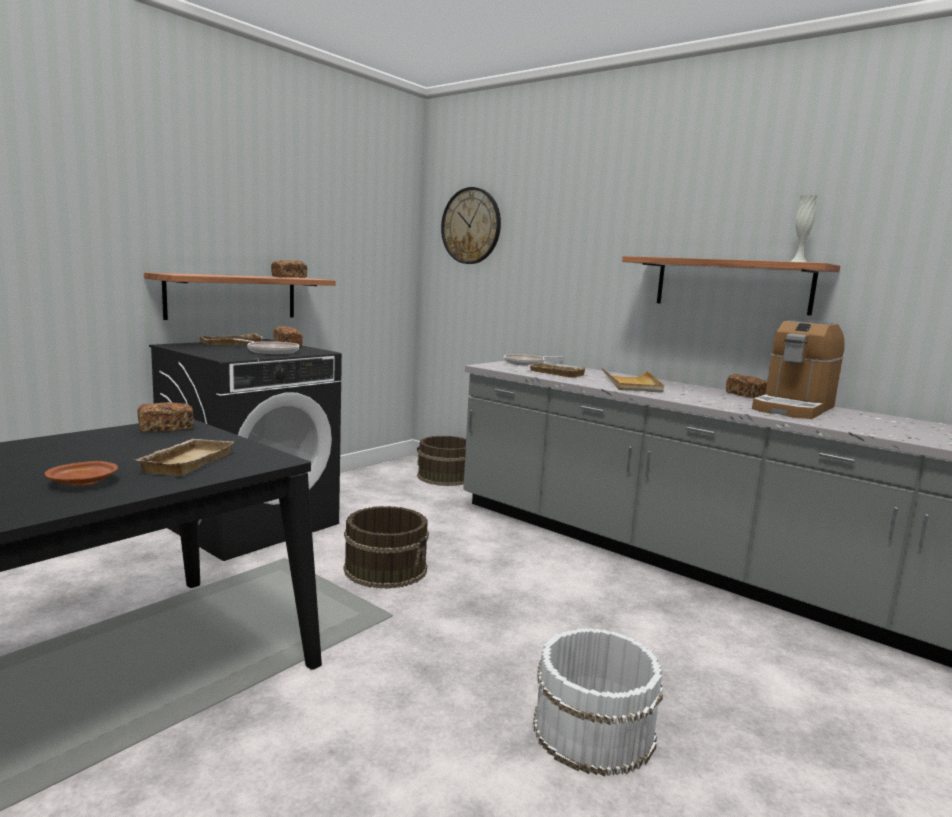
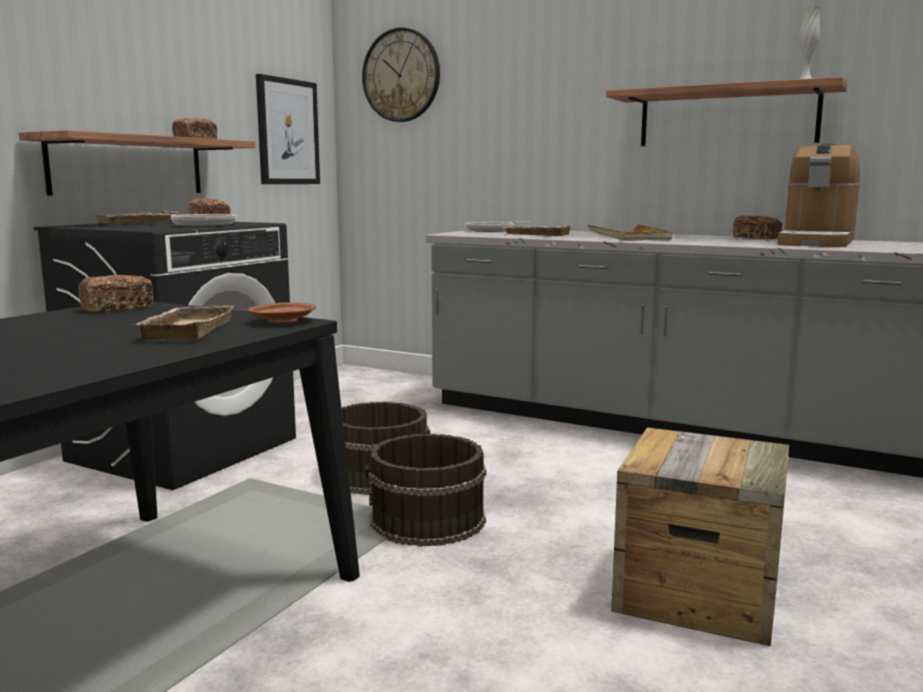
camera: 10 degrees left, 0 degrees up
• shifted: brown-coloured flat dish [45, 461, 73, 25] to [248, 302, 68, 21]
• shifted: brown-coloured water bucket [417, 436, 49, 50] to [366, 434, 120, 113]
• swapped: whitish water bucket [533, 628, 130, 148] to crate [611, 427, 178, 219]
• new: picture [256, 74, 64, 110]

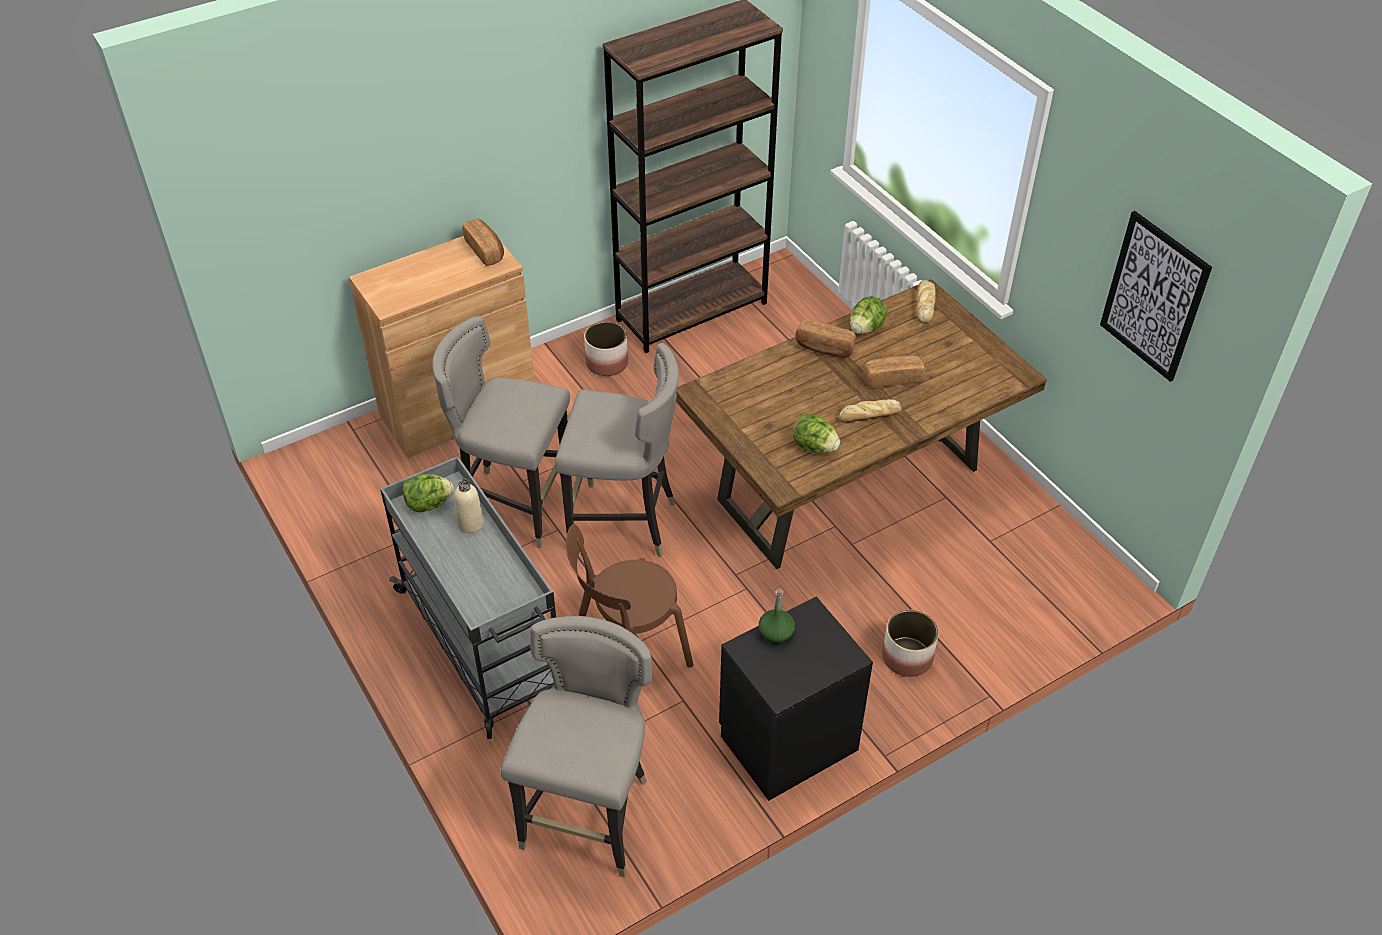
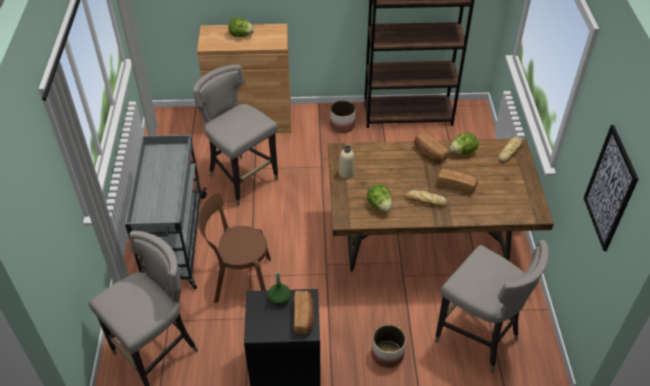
camera: 30 degrees right, 0 degrees up
• shifted: head of lettuce [403, 474, 51, 38] to [228, 18, 26, 19]
• shifted: sand-coloured bottle [454, 479, 30, 54] to [339, 145, 15, 33]
• shifted: baked bread [462, 219, 42, 47] to [294, 291, 20, 43]
• shifted: greyish sitting stool [555, 343, 124, 214] to [434, 240, 115, 133]

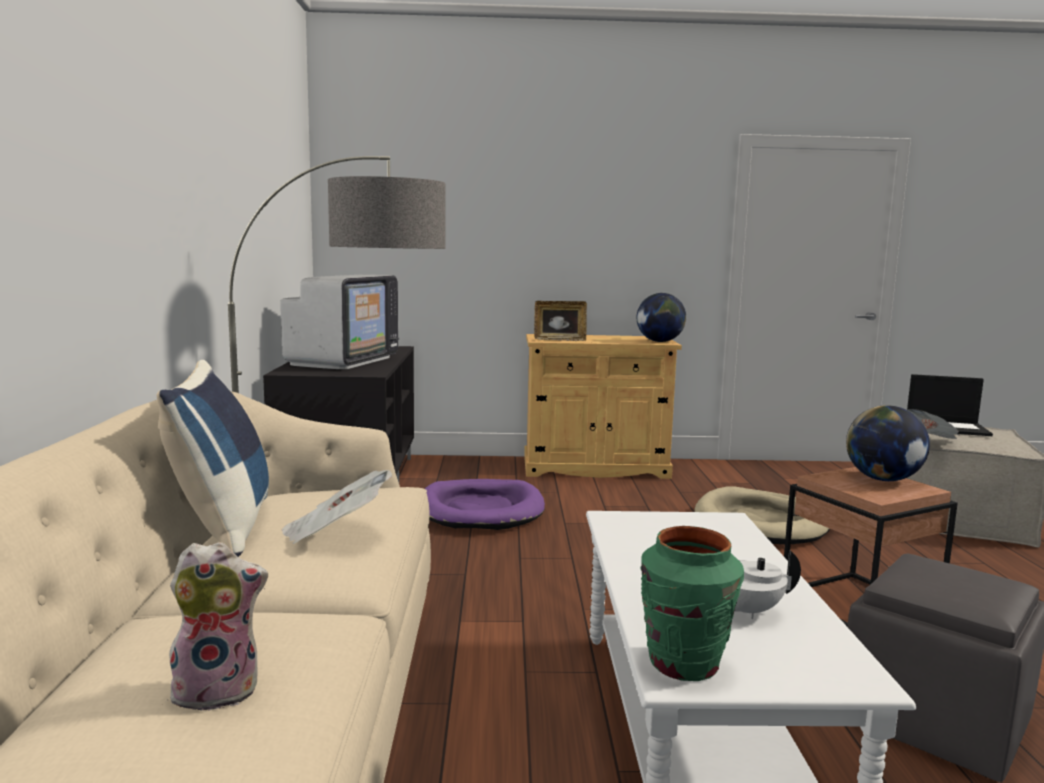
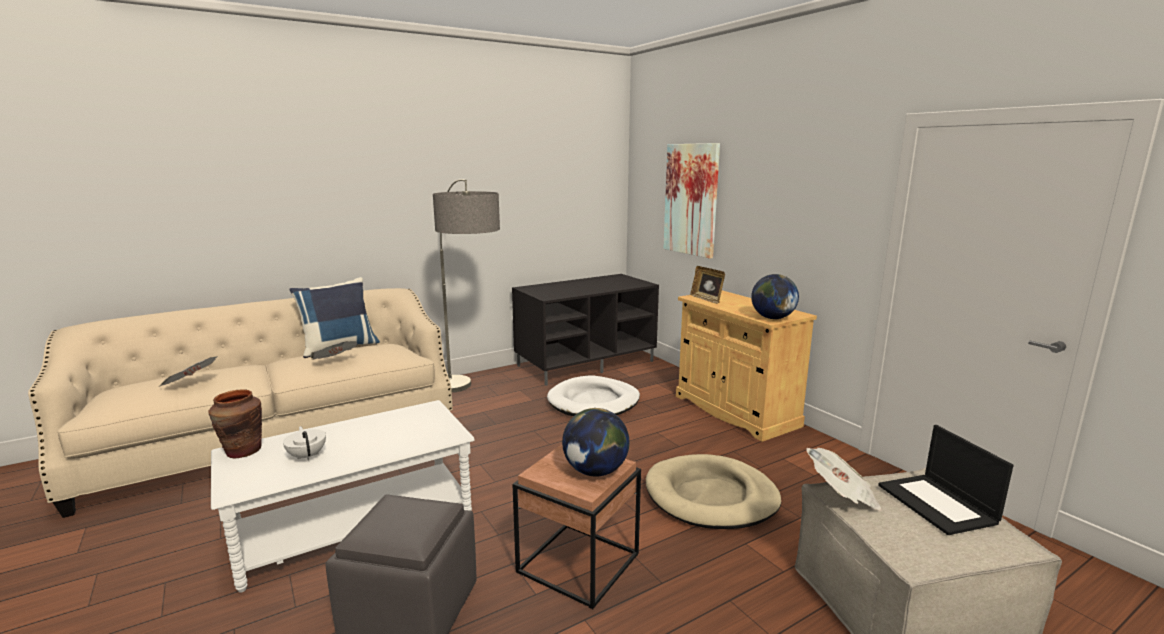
camera: 60 degrees right, 5 degrees up
• swapped: cuddly toy [167, 542, 101, 171] to printed paper [160, 356, 57, 30]
• gone: TV [280, 275, 120, 94]
• repainted: purplish dog cushion [425, 479, 120, 51] to whitish dog cushion [547, 375, 93, 41]
• repainted: green-coloured vase [641, 526, 103, 155] to brown-coloured vase [209, 389, 53, 69]
• new: picture [663, 143, 57, 116]

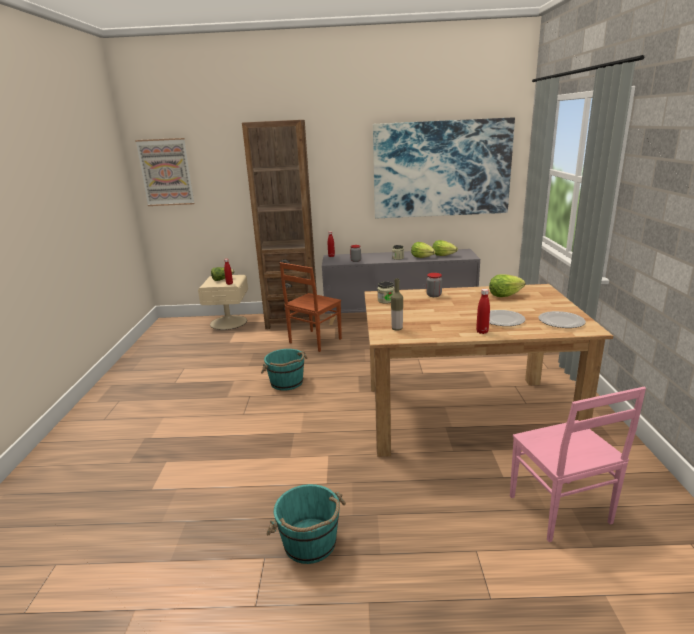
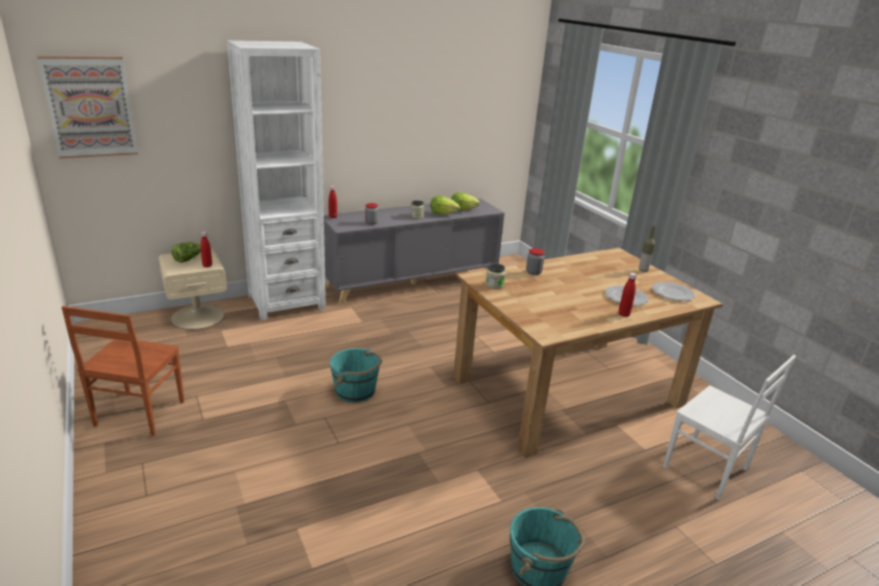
camera: 30 degrees left, 5 degrees up
• repainted: brown-coloured shelving unit [242, 120, 75, 209] to whitish shelving unit [227, 40, 99, 280]
• shifted: brown-coloured upright chair [280, 262, 62, 90] to [61, 306, 123, 130]
• gone: picture [373, 117, 142, 101]
• shifted: bottle [391, 279, 12, 52] to [639, 226, 17, 46]
• gone: head of lettuce [489, 274, 36, 23]
• repainted: pinkish upright chair [510, 387, 136, 155] to whitish upright chair [663, 355, 133, 145]

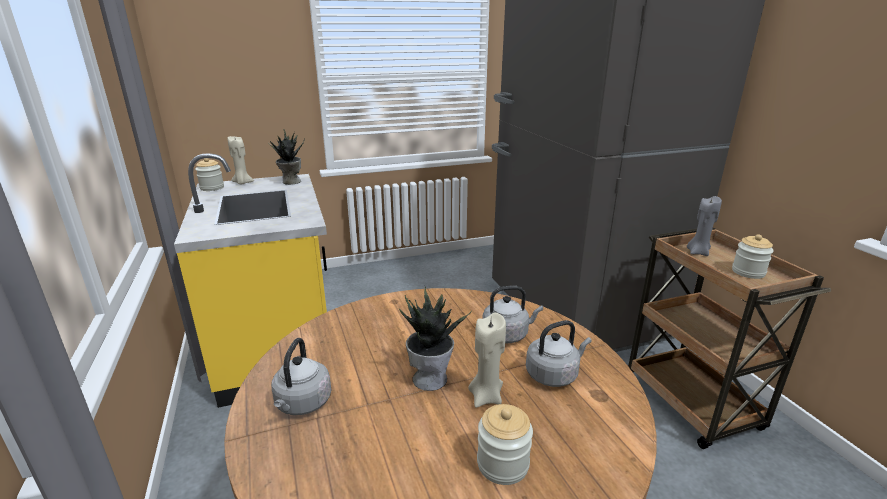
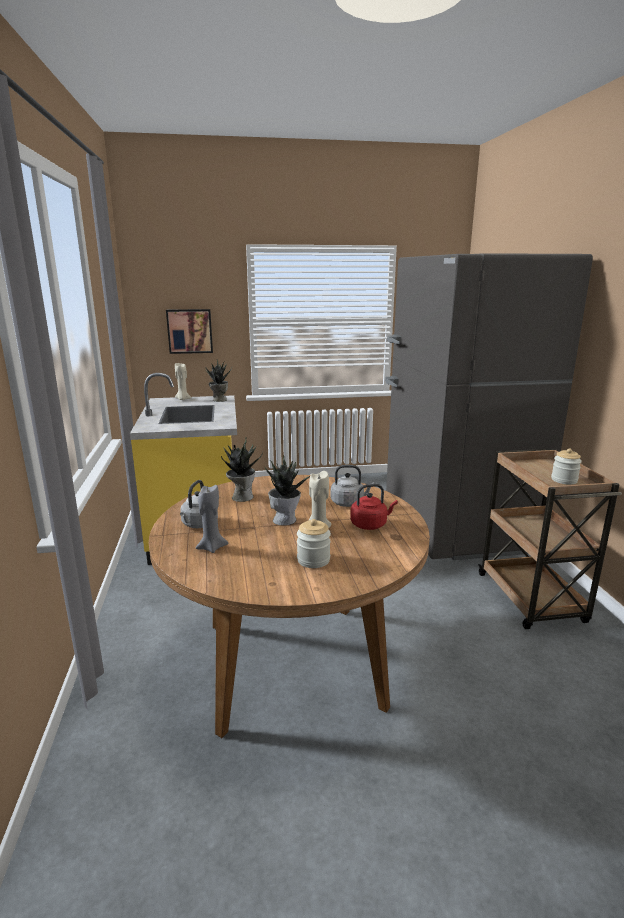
camera: 10 degrees right, 5 degrees down
• gone: jar [195, 158, 29, 33]
• repainted: greyish kettle [526, 320, 66, 67] to red kettle [350, 484, 48, 46]
• shifted: greyish wax light [687, 196, 35, 60] to [196, 485, 32, 68]
• new: picture [166, 309, 47, 45]
• new: plant in a pot [221, 437, 42, 65]

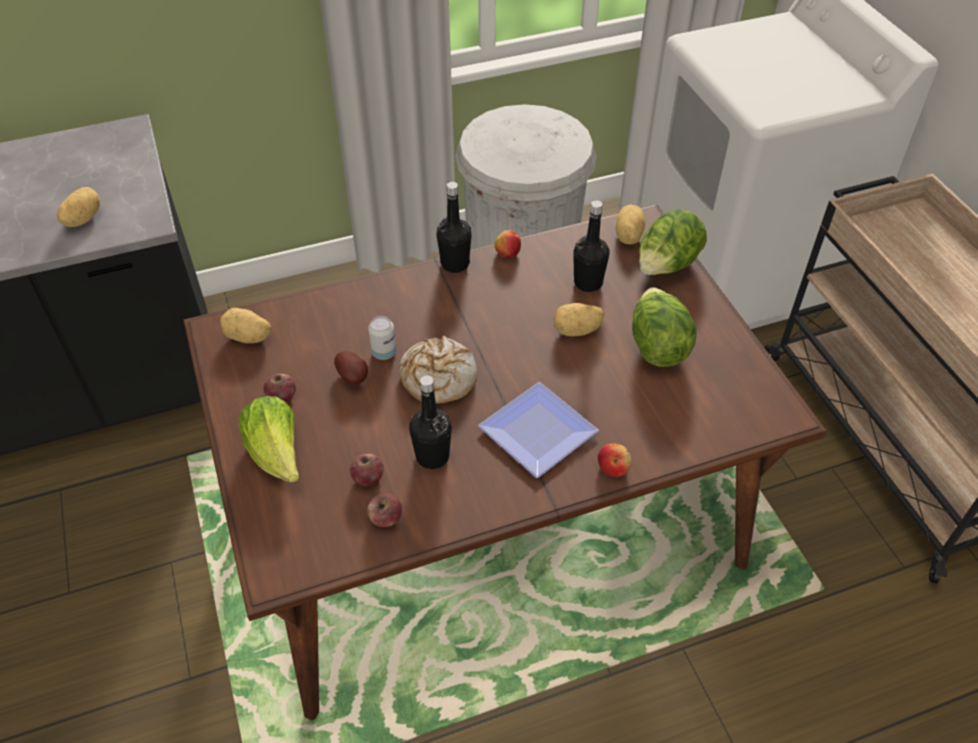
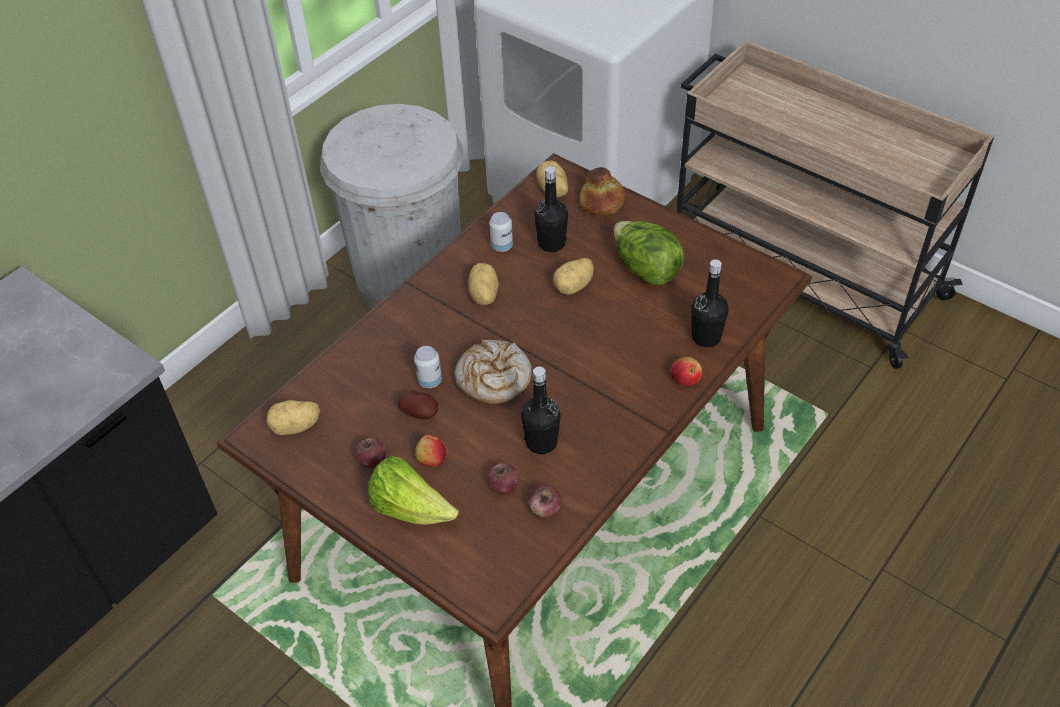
camera: 30 degrees left, 0 degrees up
• shifted: spud [57, 187, 43, 40] to [469, 263, 30, 42]
• shifted: black bottle [436, 182, 36, 91] to [691, 259, 38, 88]
• gone: flat dish [478, 382, 121, 96]
• shifted: apple [494, 230, 27, 28] to [415, 435, 31, 32]
• swapped: head of lettuce [639, 209, 68, 66] to baked bread [580, 167, 46, 48]
• new: sealed can [489, 212, 24, 40]

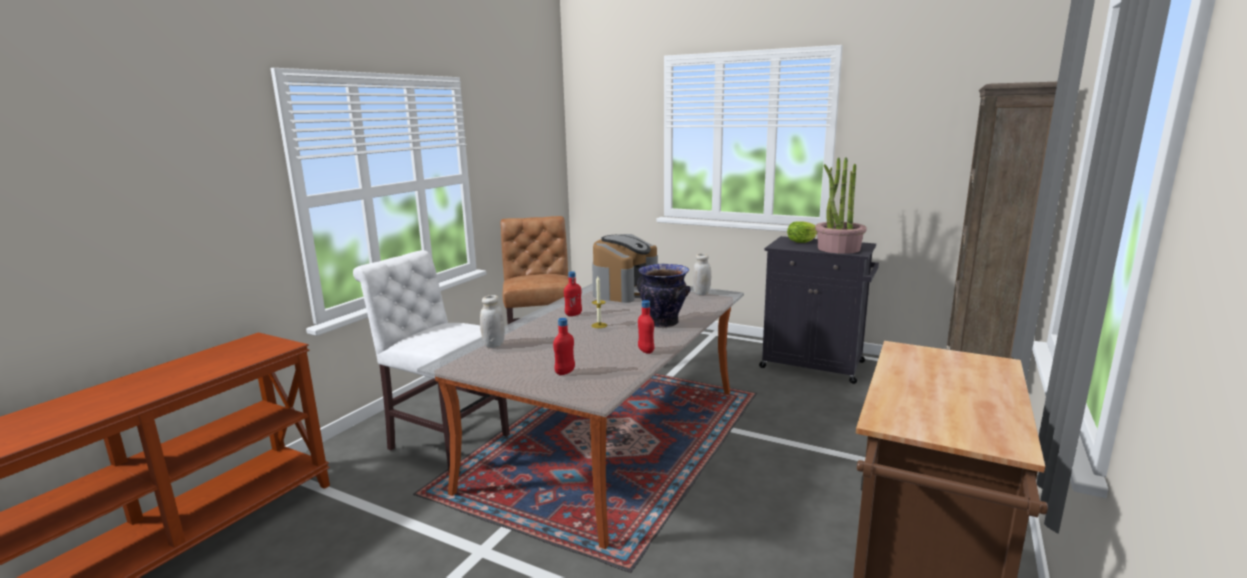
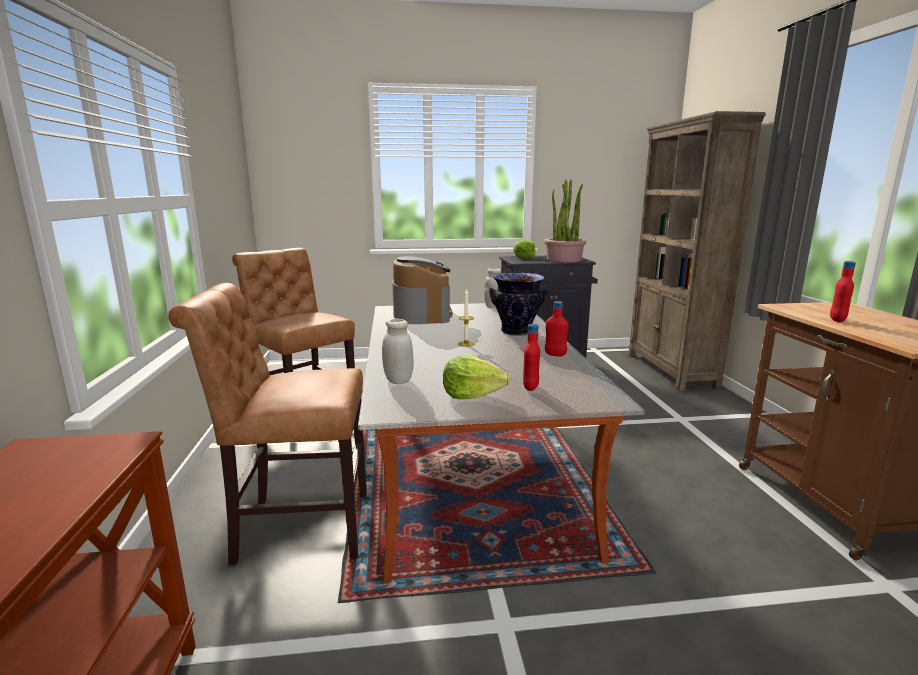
camera: 35 degrees left, 0 degrees up
• repainted: whitish upright chair [353, 250, 157, 222] to brown-coloured upright chair [168, 283, 199, 282]
• shifted: red bottle [564, 271, 18, 45] to [830, 261, 26, 61]
• new: head of lettuce [443, 356, 66, 44]

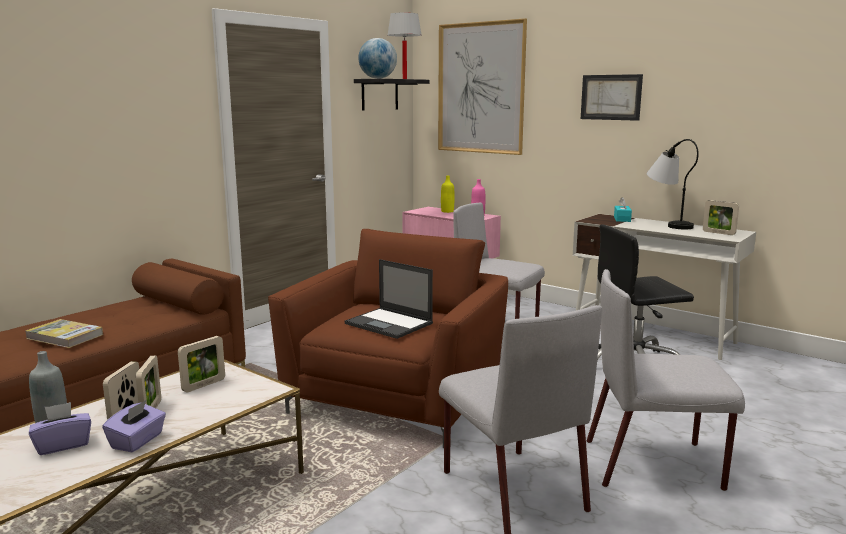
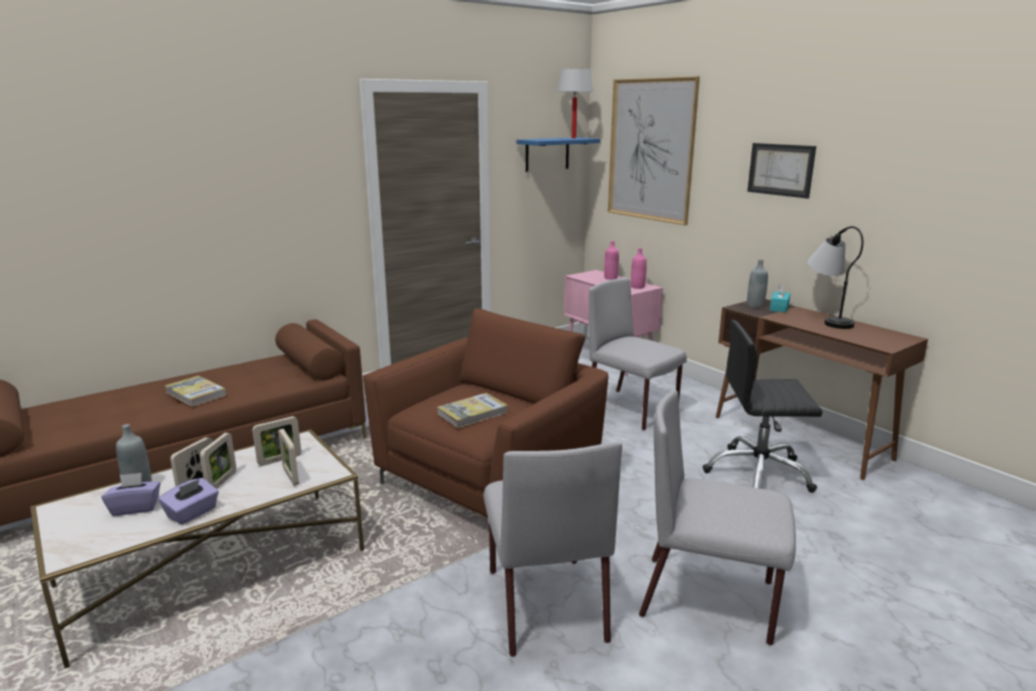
camera: 15 degrees right, 5 degrees up
• swapped: notebook computer [345, 259, 88, 80] to volume [437, 393, 71, 35]
• repainted: black bracket shelf [354, 79, 75, 32] to bluish bracket shelf [516, 137, 84, 35]
• gone: desk globe [358, 38, 39, 41]
• repainted: yellowish bottle [441, 176, 13, 37] to pinkish bottle [604, 241, 15, 39]
• repainted: whitish desk [573, 214, 183, 146] to brown-coloured desk [716, 299, 212, 181]
• shifted: picture frame [703, 200, 36, 35] to [278, 429, 21, 57]
• new: greyish bottle [747, 259, 21, 49]

